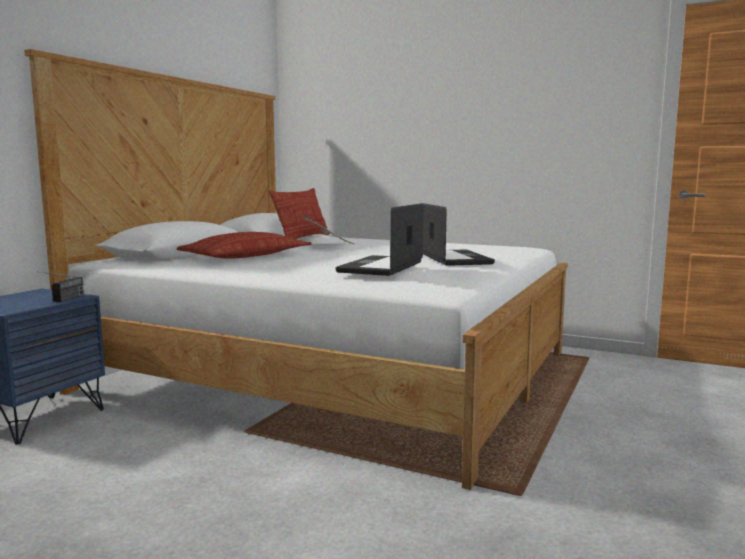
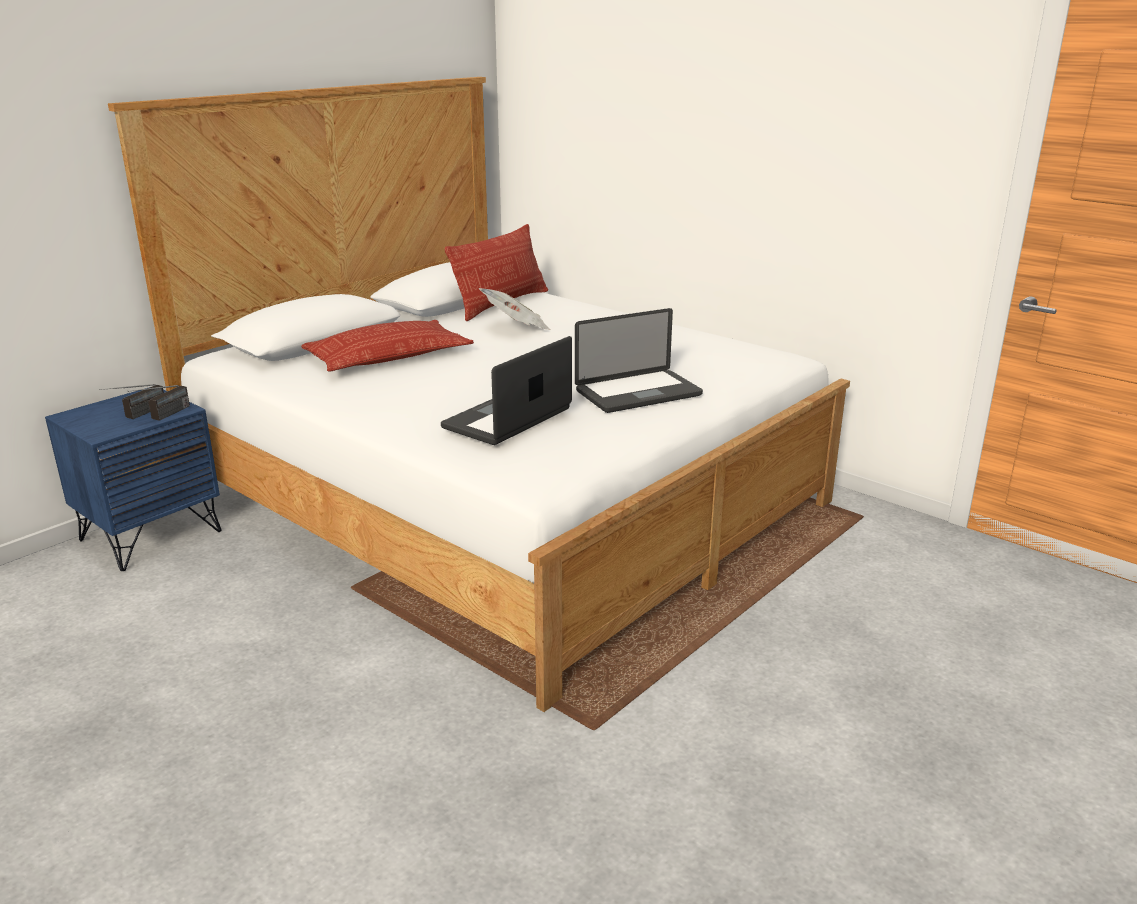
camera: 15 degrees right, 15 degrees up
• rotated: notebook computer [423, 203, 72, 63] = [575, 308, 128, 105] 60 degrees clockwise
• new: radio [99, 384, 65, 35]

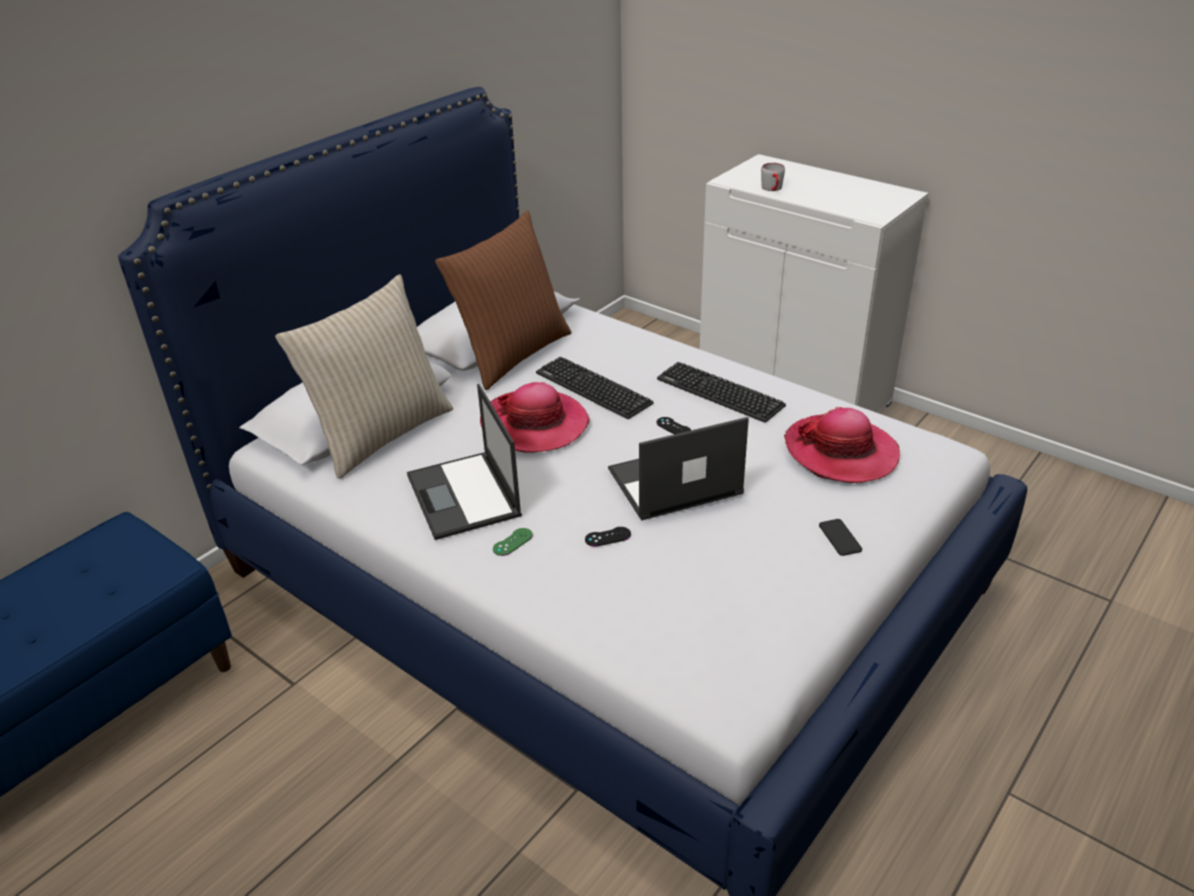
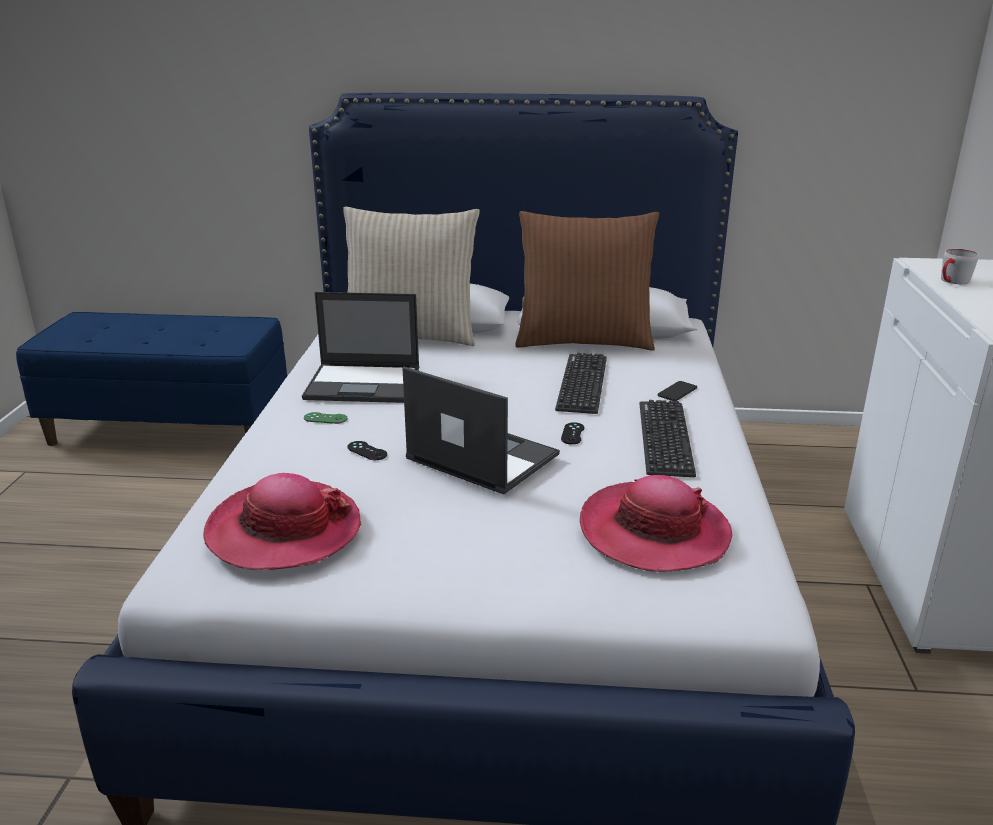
camera: 55 degrees right, 10 degrees down
• rotated: notebook computer [407, 384, 115, 156] = [302, 292, 117, 111] 120 degrees counterclockwise
• shifted: clothing hat [480, 382, 110, 71] to [203, 473, 158, 97]
• shifted: phone [819, 519, 43, 37] to [658, 381, 39, 20]

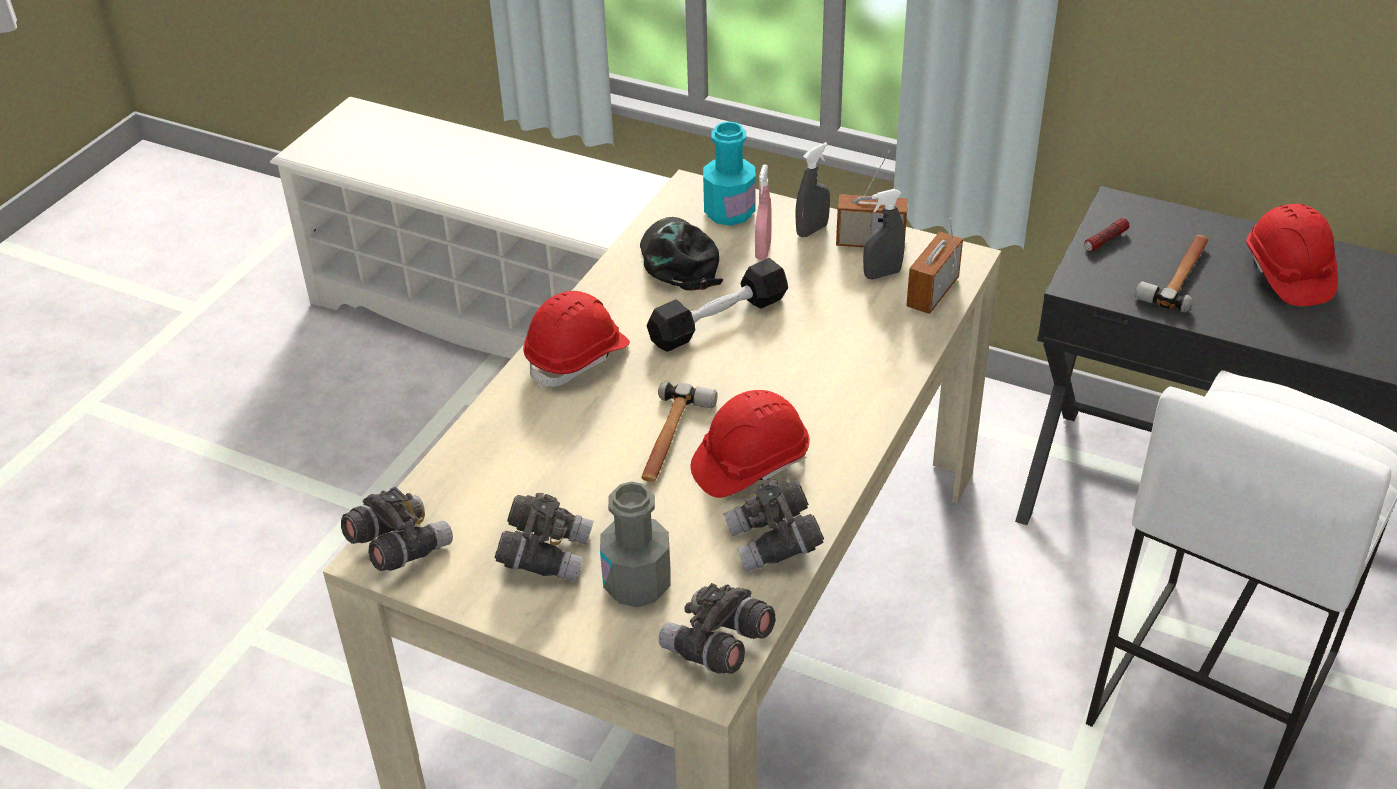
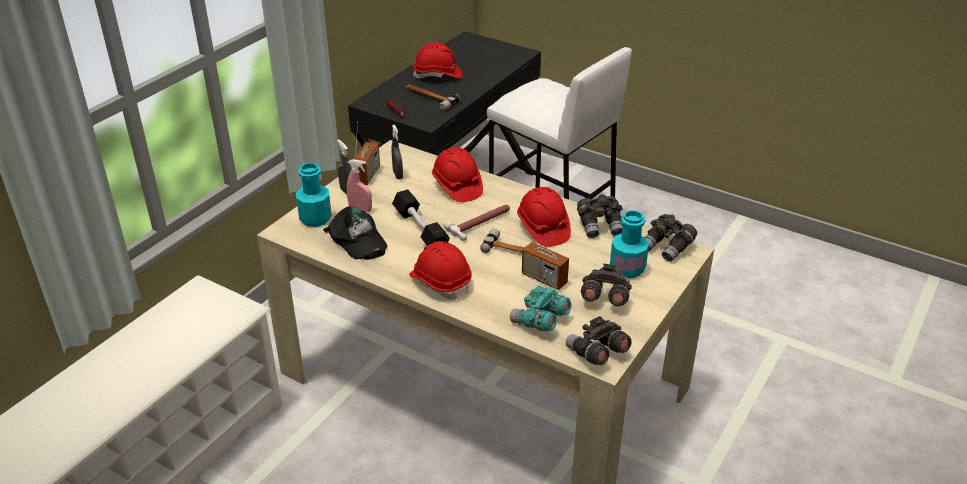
camera: 85 degrees left, 5 degrees down
• repainted: greyish bottle [600, 481, 71, 126] to turquoise bottle [610, 210, 39, 68]
• rotated: black baseball cap [640, 217, 83, 74] = [323, 206, 65, 53] 120 degrees counterclockwise
• shifted: radio [906, 218, 57, 96] to [522, 223, 47, 67]
• new: red hard hat [432, 147, 51, 55]
• new: hammer [443, 205, 67, 36]
• new: turquoise binoculars [510, 285, 62, 47]

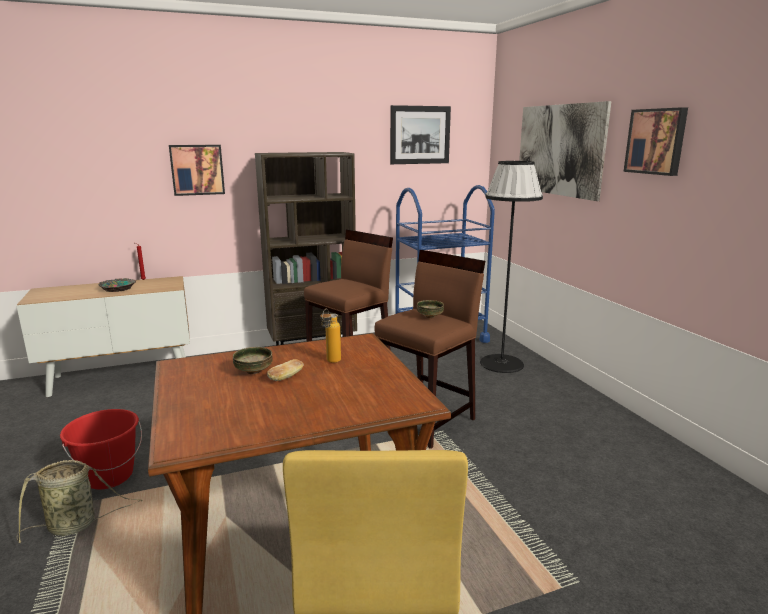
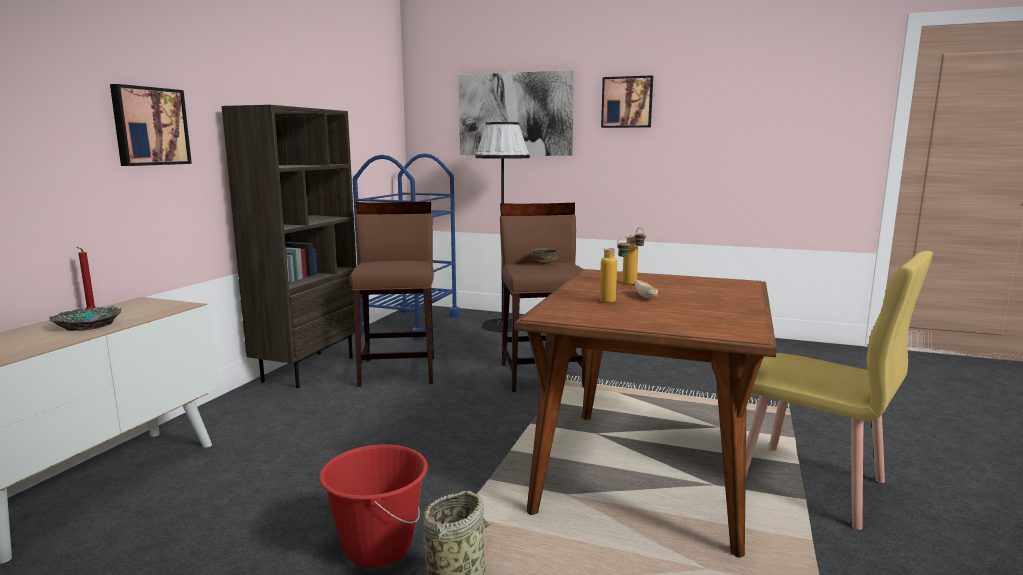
camera: 50 degrees left, 5 degrees down
• swapped: deep dish [233, 347, 40, 27] to bottle [600, 236, 30, 67]
• gone: picture [390, 105, 61, 59]

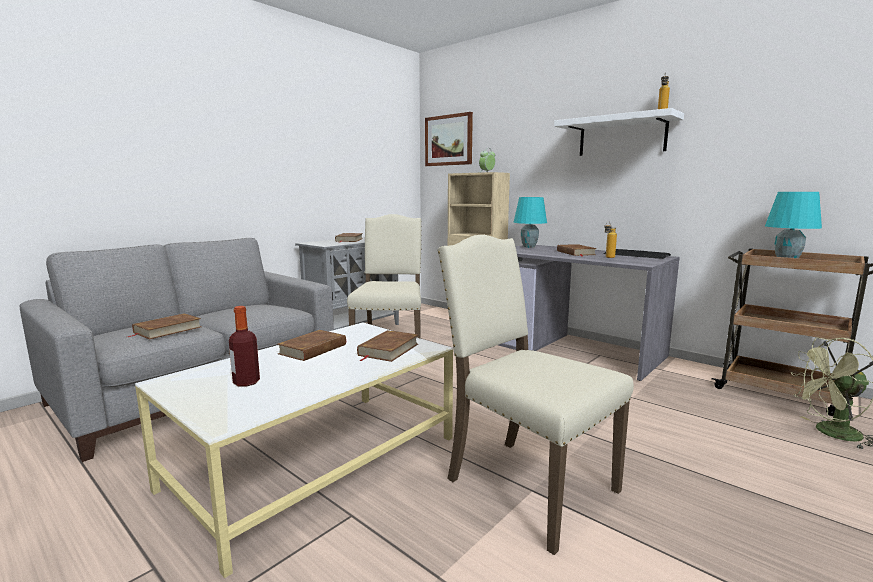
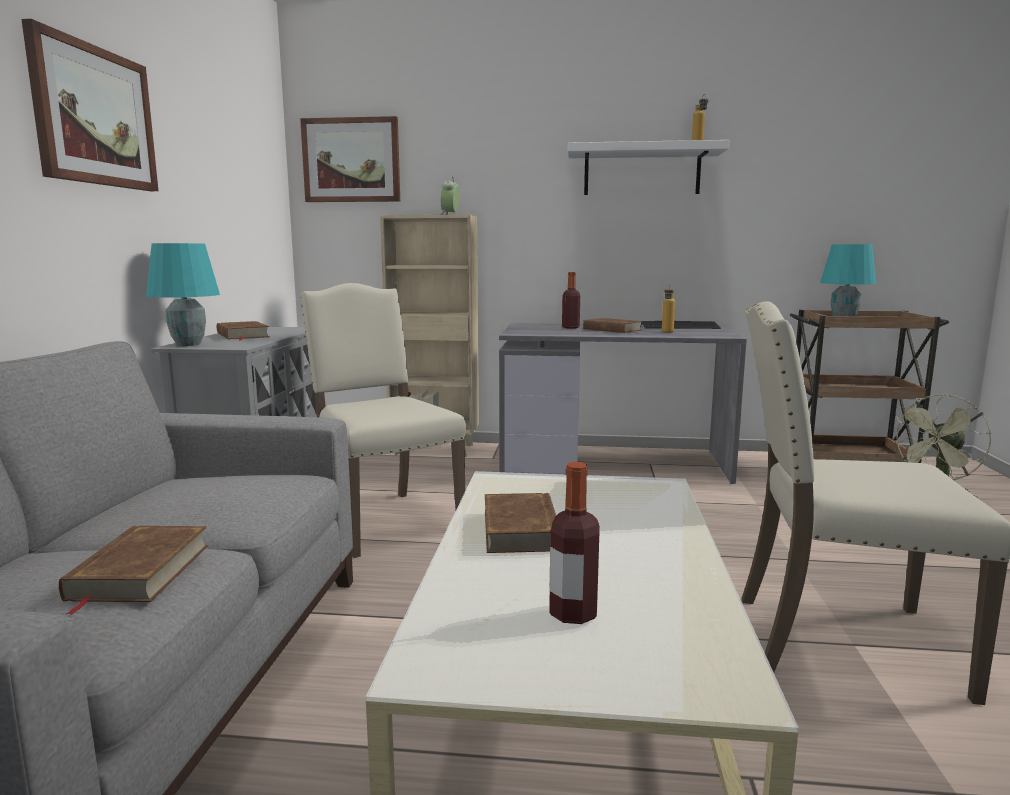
camera: 35 degrees left, 0 degrees up
• gone: brown-coloured volume [357, 330, 61, 32]
• shifted: turquoise tabletop lamp [513, 197, 34, 51] to [146, 243, 74, 103]
• new: picture [21, 19, 138, 172]
• new: bottle [562, 272, 18, 57]

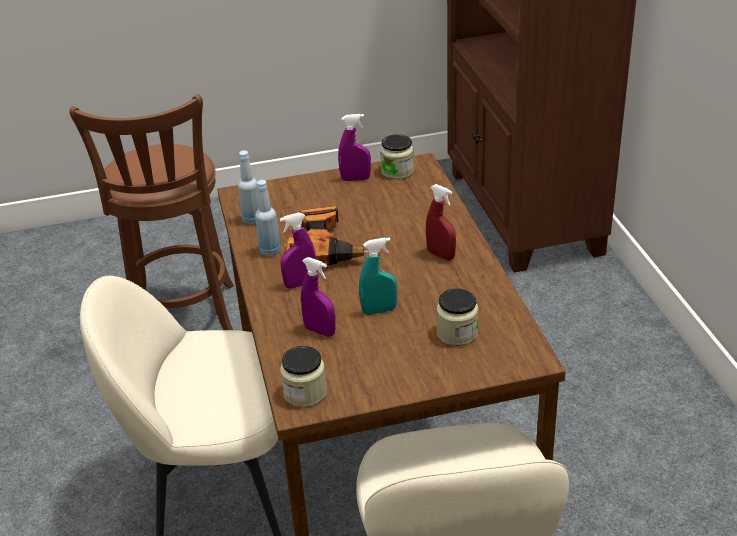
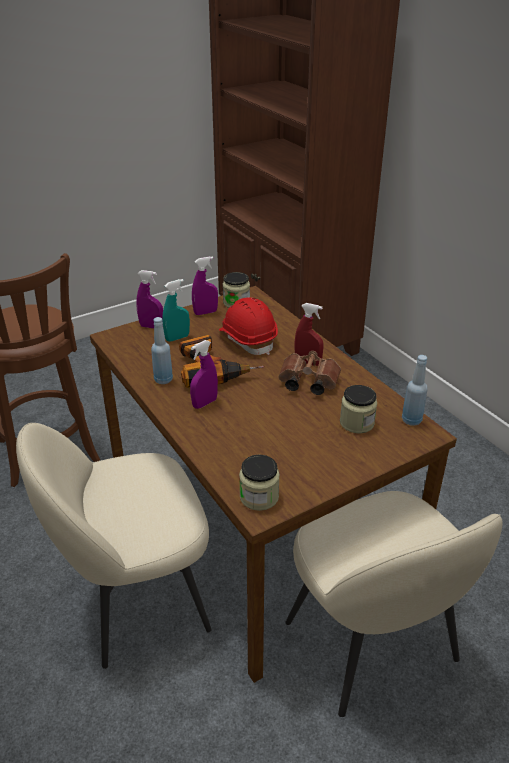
camera: 20 degrees left, 0 degrees up
• shifted: bluish bottle [238, 150, 21, 74] to [402, 355, 25, 71]
• shifted: purplish spray bottle [301, 257, 35, 80] to [136, 270, 27, 58]
• shifted: turquoise spray bottle [359, 237, 38, 78] to [162, 279, 28, 63]
• new: red hard hat [219, 297, 59, 58]
• new: brown-coloured binoculars [279, 351, 62, 44]

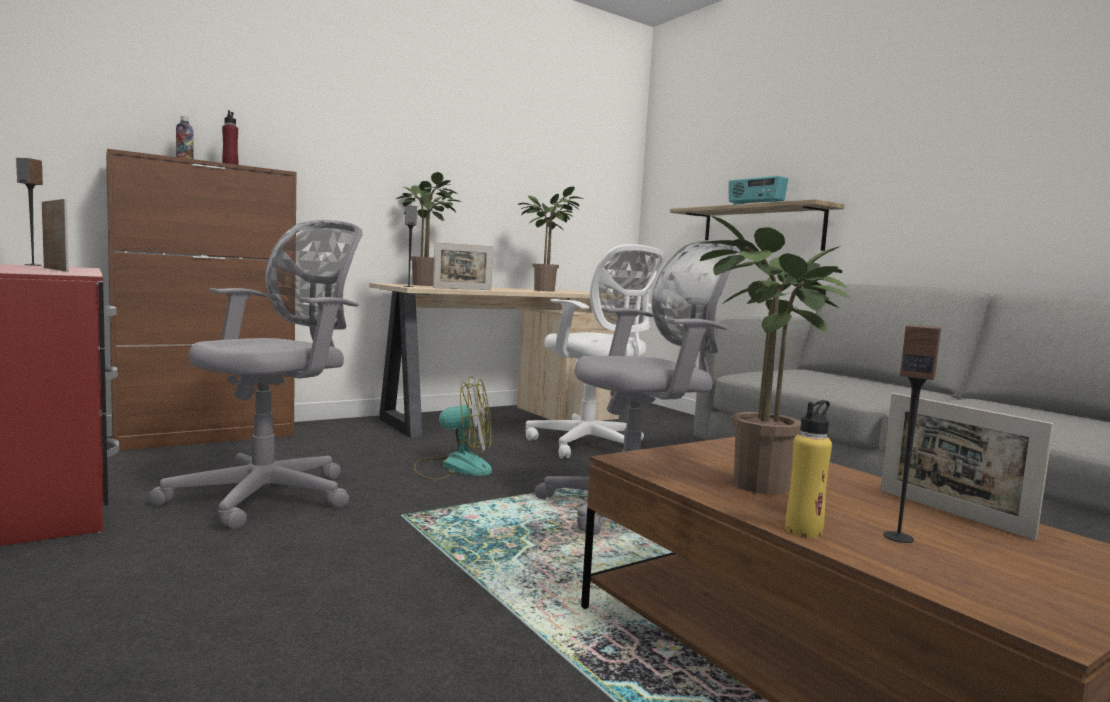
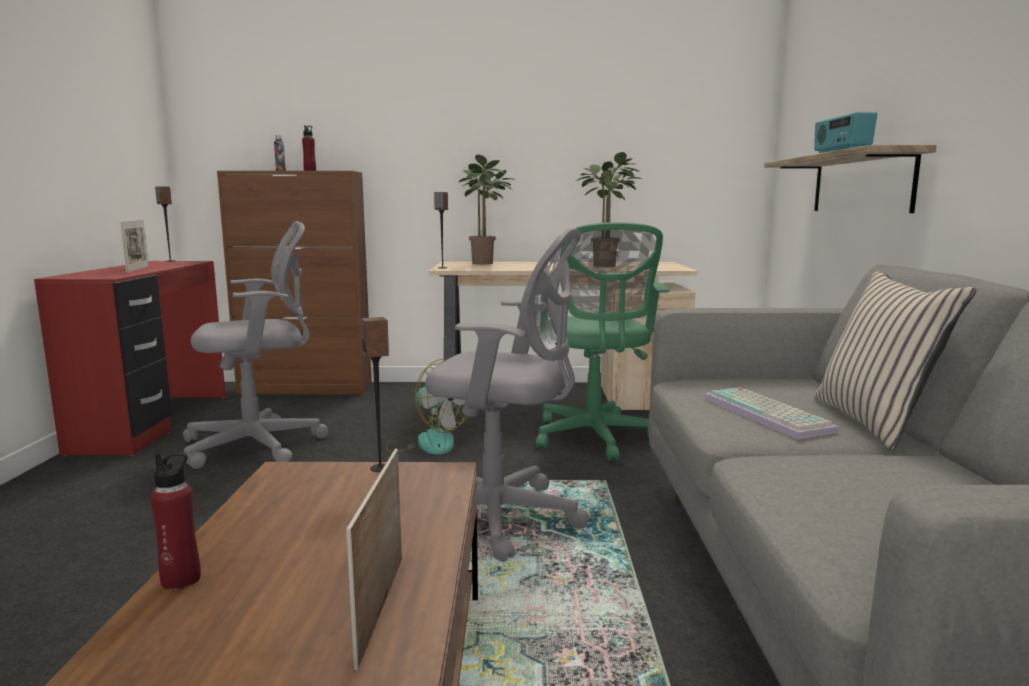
camera: 35 degrees right, 5 degrees up
• gone: picture frame [433, 242, 60, 48]
• repainted: whitish computer chair [526, 244, 139, 215] to green-coloured computer chair [536, 222, 134, 239]
• gone: plant in a pot [699, 216, 152, 278]
• repainted: yellowish bottle [786, 400, 46, 138] to red bottle [151, 452, 50, 138]
• shifted: speaker [883, 325, 58, 218] to [361, 317, 28, 155]
• new: PC keyboard [704, 387, 135, 52]
• new: sand-coloured throw pillow [814, 271, 162, 180]

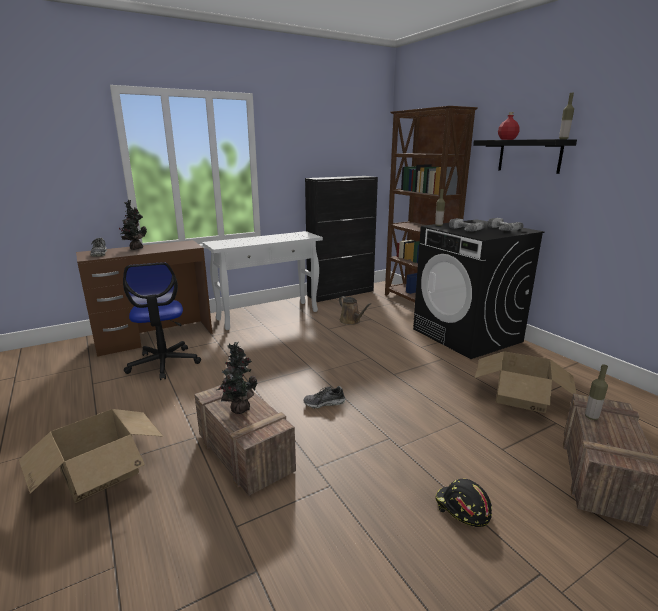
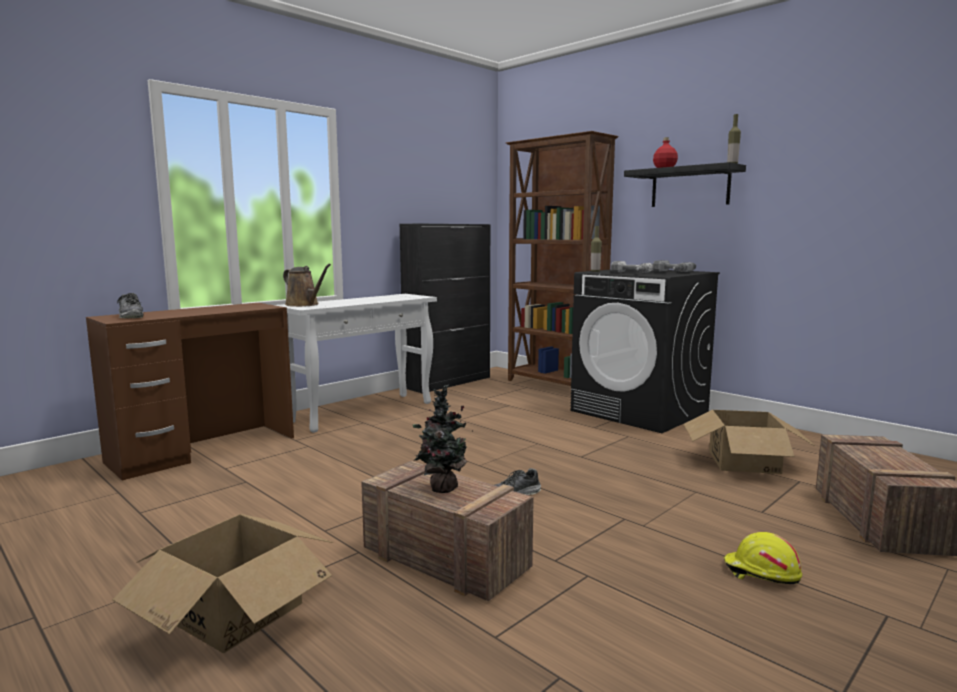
camera: 15 degrees left, 10 degrees down
• gone: plant in a pot [119, 200, 28, 50]
• gone: computer chair [123, 262, 78, 118]
• shifted: brown-coloured watering can [339, 296, 32, 29] to [283, 264, 48, 43]
• repainted: black hard hat [435, 479, 57, 48] to yellowish hard hat [724, 532, 78, 52]
• gone: bottle [585, 364, 23, 56]

